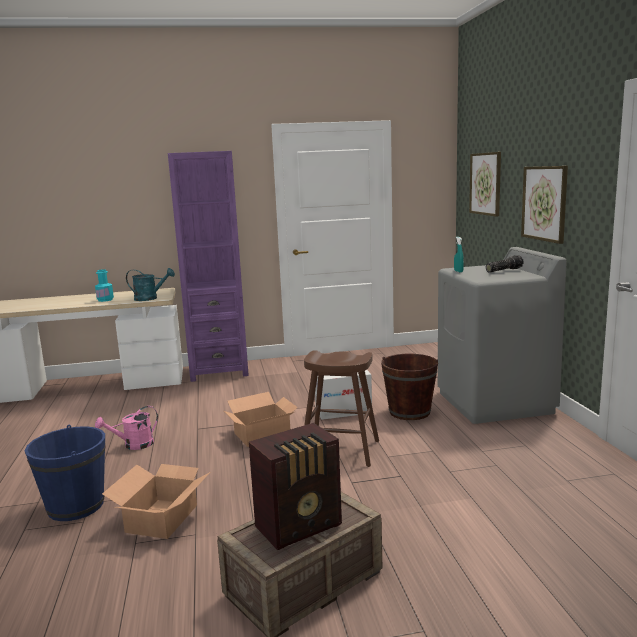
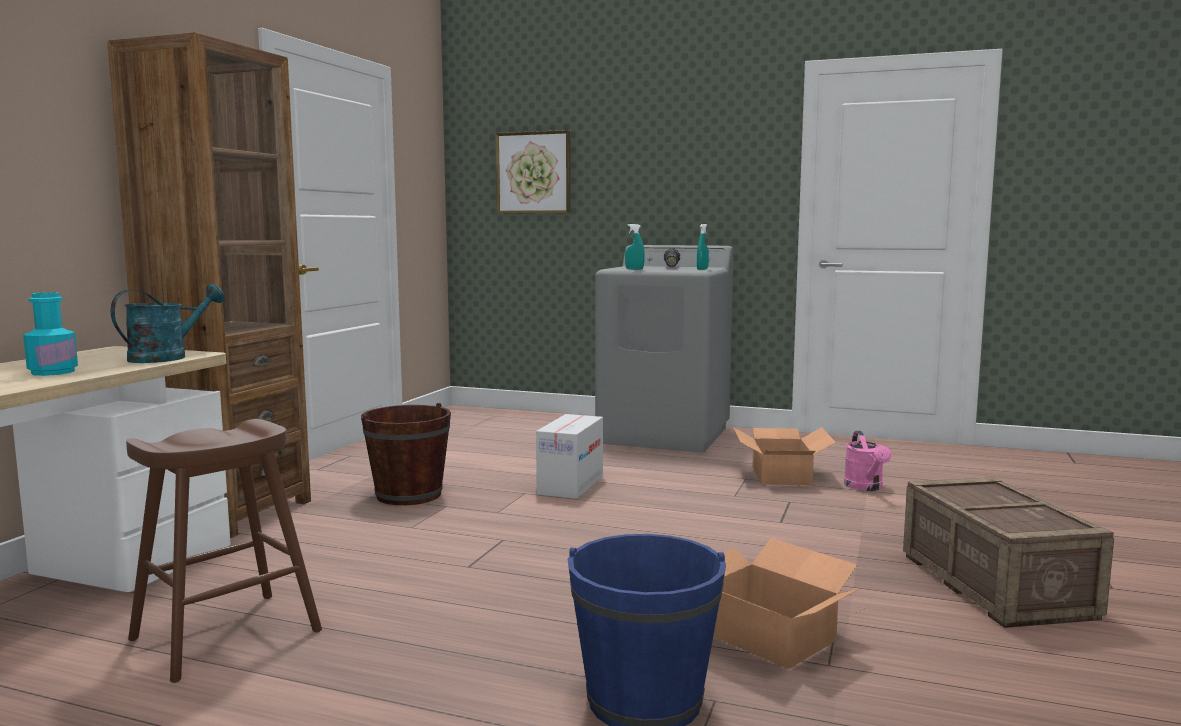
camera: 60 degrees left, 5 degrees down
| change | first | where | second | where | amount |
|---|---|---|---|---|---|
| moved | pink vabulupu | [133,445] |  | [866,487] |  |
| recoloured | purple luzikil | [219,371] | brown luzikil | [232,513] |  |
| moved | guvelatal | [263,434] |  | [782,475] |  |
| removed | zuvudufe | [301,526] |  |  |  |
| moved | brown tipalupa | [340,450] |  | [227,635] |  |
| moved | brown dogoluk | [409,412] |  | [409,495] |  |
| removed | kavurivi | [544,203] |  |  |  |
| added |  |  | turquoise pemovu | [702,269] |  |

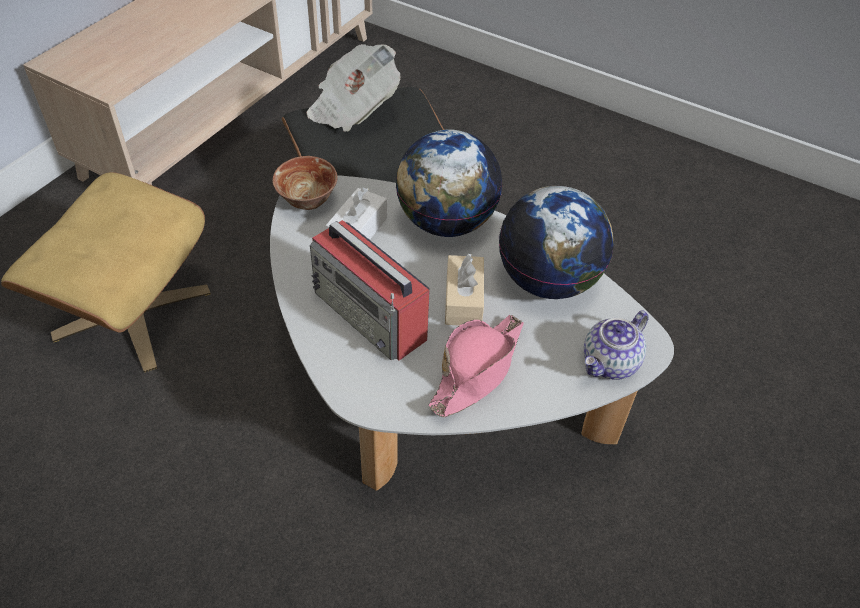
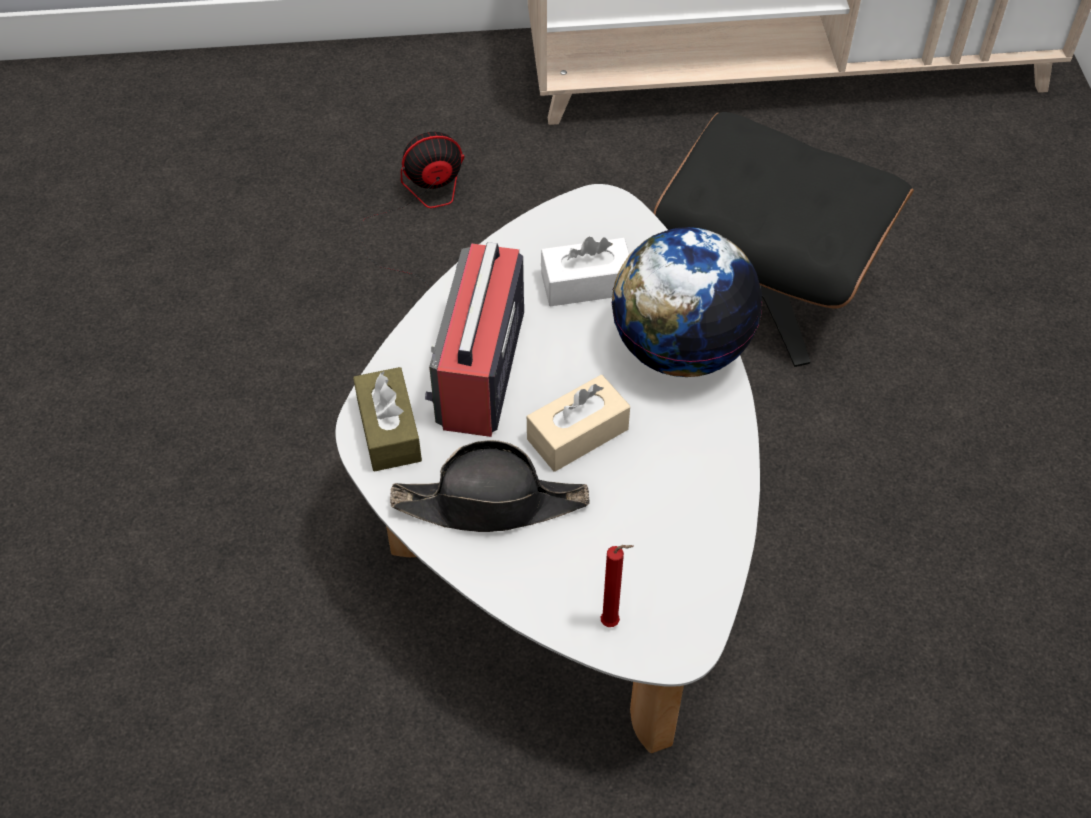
camera: 55 degrees right, 5 degrees up
| change | first | where | second | where | amount |
|---|---|---|---|---|---|
| replaced | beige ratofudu | [132,313] | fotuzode | [419,212] |  |
| removed | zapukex | [308,201] |  |  |  |
| removed | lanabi | [353,108] |  |  |  |
| recoloured | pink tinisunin | [477,369] | black tinisunin | [491,503] |  |
| removed | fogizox | [548,281] |  |  |  |
| replaced | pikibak | [610,363] | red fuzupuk | [613,623] |  |
| added |  |  | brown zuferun | [389,430] |  |

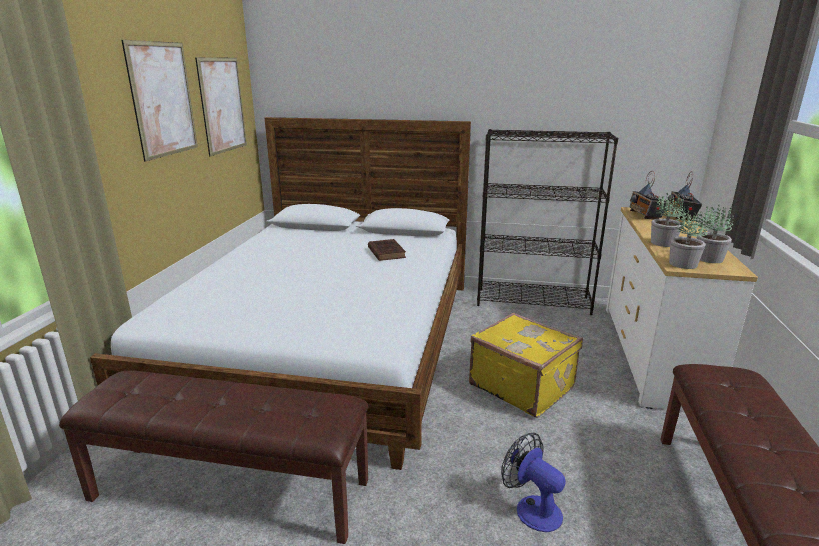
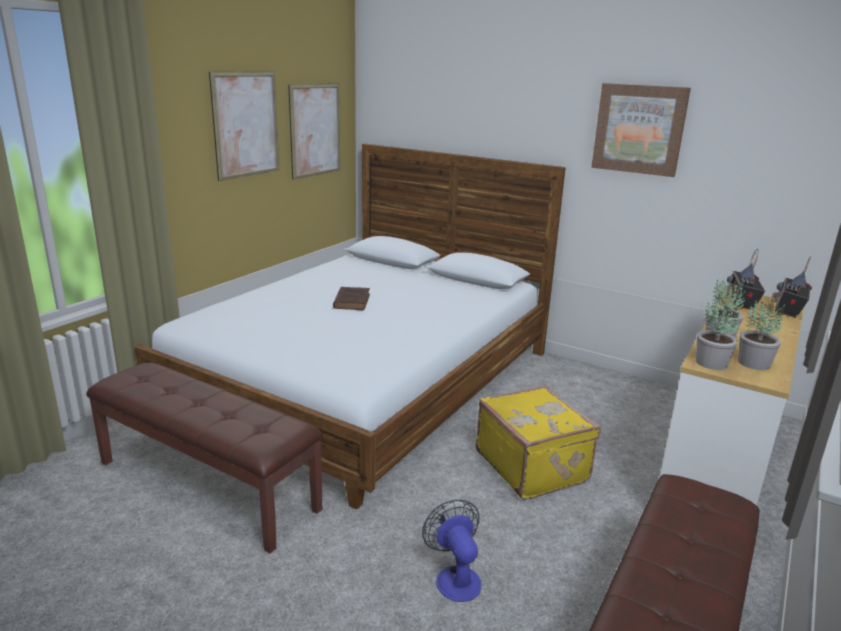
camera: 20 degrees right, 0 degrees up
| change | first | where | second | where | amount |
|---|---|---|---|---|---|
| moved | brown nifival | [386,252] |  | [352,301] |  |
| removed | black luzikil | [533,301] |  |  |  |
| added |  |  | kavurivi | [639,129] |  |

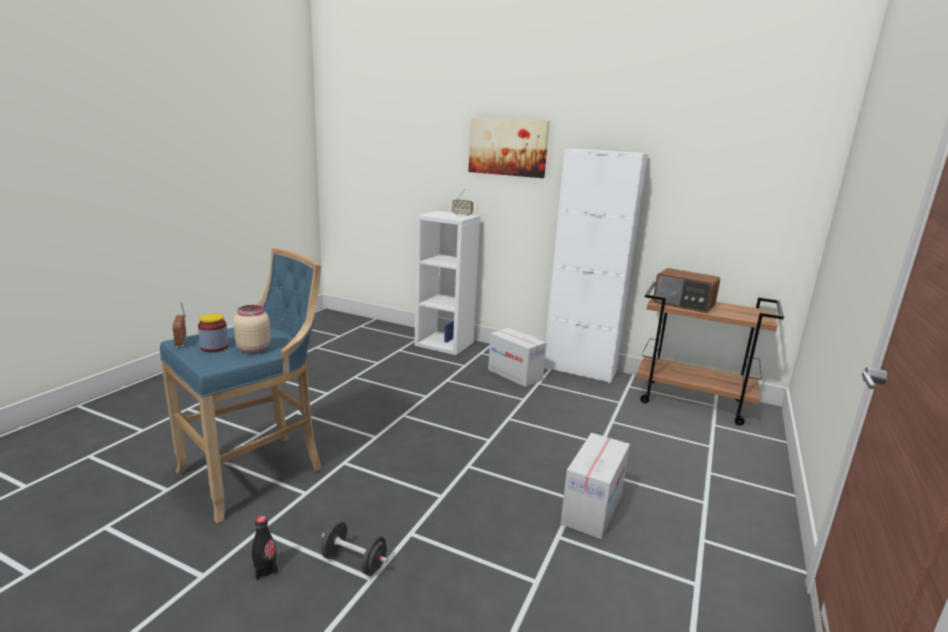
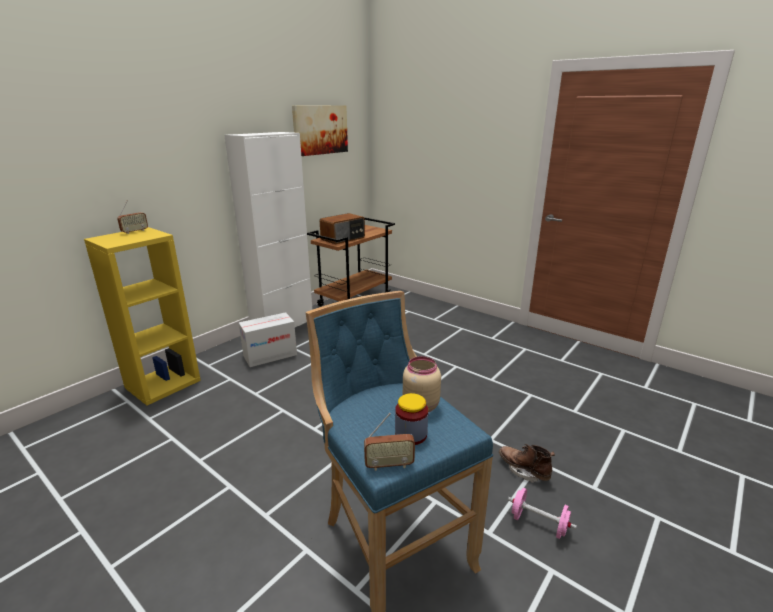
camera: 75 degrees left, 5 degrees up
| change | first | where | second | where | amount |
|---|---|---|---|---|---|
| replaced | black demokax | [265,570] | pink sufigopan | [538,524] |  |
| replaced | black sufigopan | [354,562] | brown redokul | [523,470] |  |
| recoloured | white luzikil | [445,344] | yellow luzikil | [163,383] |  |
| moved | kavurivi | [508,147] |  | [320,130] |  |
| removed | guvelatal | [592,509] |  |  |  |

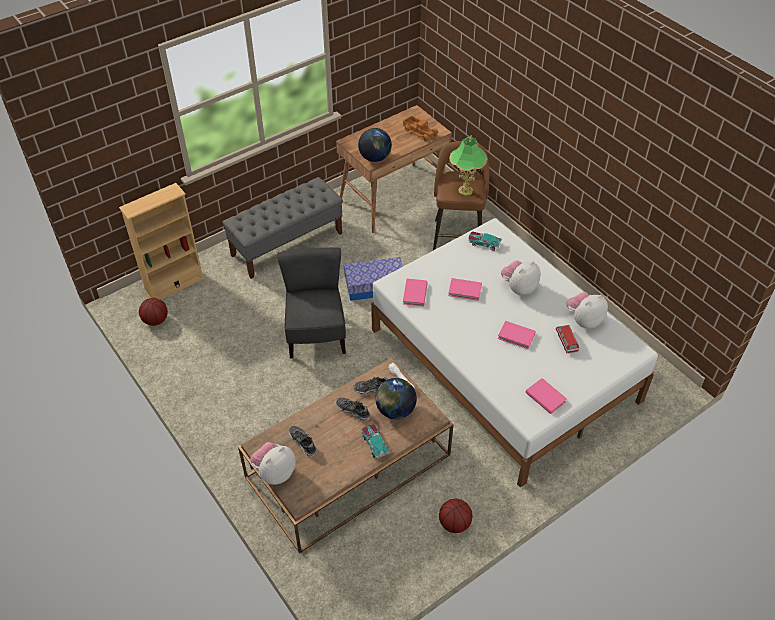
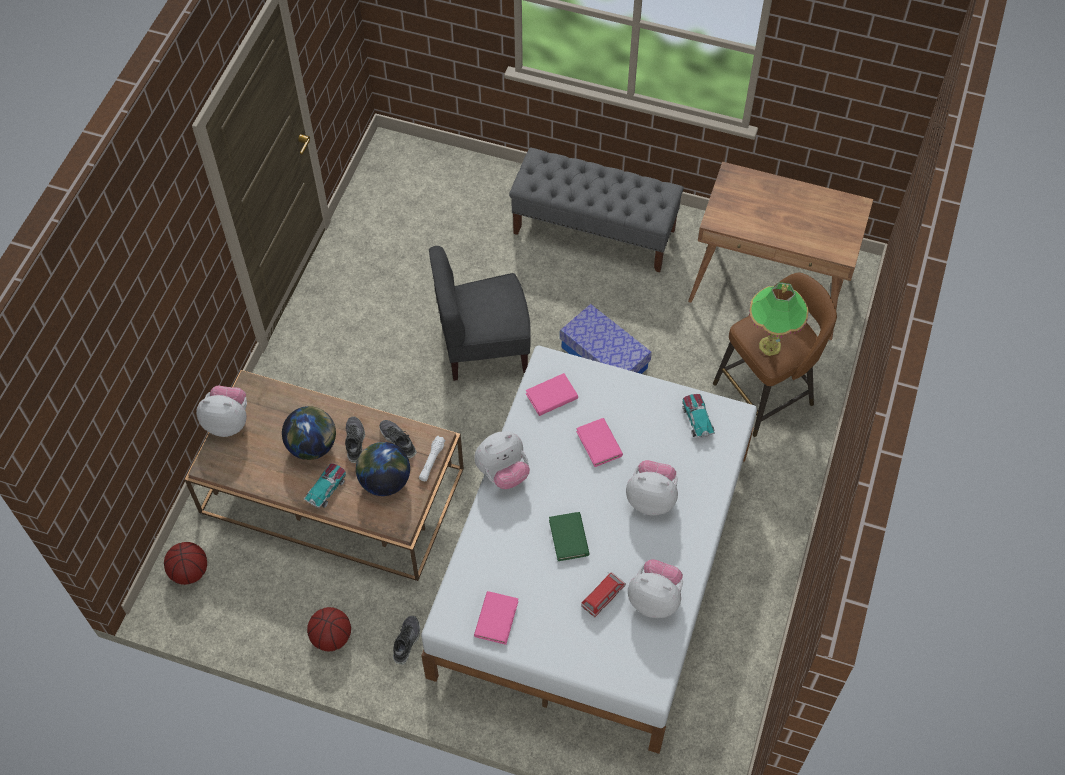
camera: 55 degrees right, 10 degrees up
| change | first | where | second | where | amount |
|---|---|---|---|---|---|
| removed | beige luzikil | [174,285] |  |  |  |
| moved | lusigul | [156,320] |  | [189,572] |  |
| turned | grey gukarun | [316,335] |  | [483,348] | 150 degrees counterclockwise |
| moved | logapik | [302,443] |  | [406,641] |  |
| moved | fogizox | [375,157] |  | [312,445] |  |
| removed | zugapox | [420,132] |  |  |  |
| recoloured | pink nifival | [516,336] | green nifival | [569,538] |  |
| added |  |  | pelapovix | [503,472] |  |

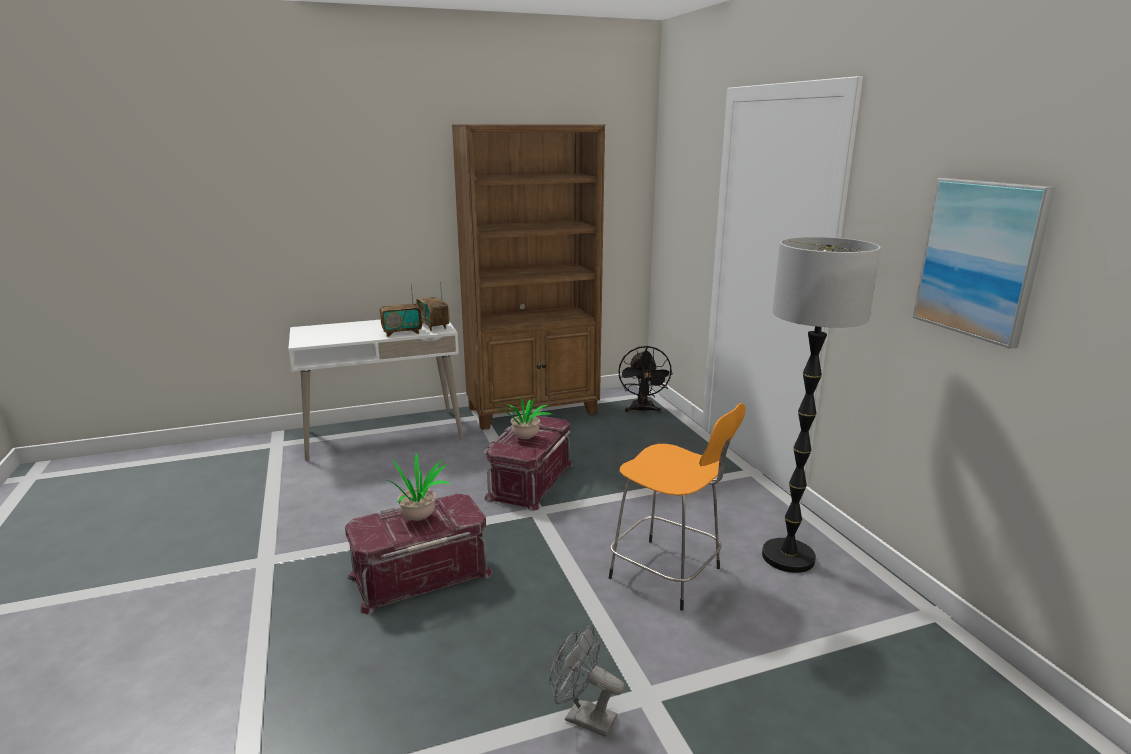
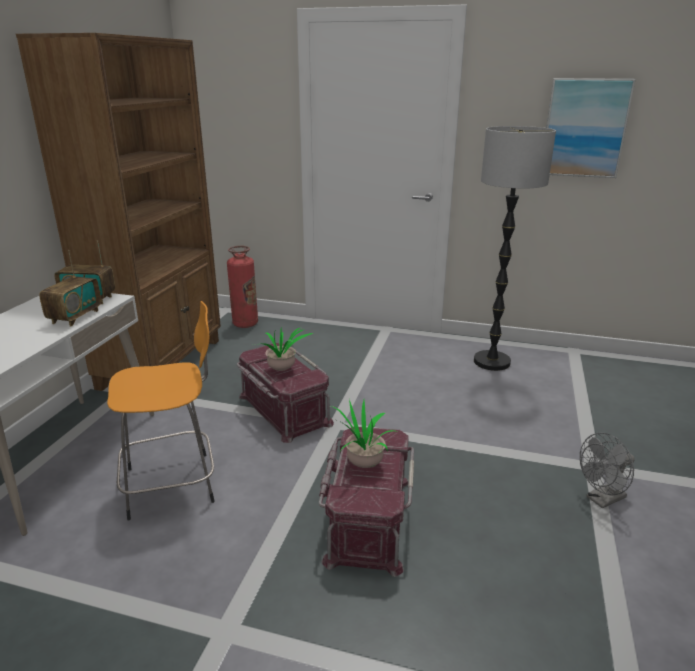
camera: 55 degrees left, 5 degrees up
| change | first | where | second | where | amount |
|---|---|---|---|---|---|
| moved | orange tipalupa | [668,575] |  | [174,484] |  |
| replaced | black fotuzode | [642,410] | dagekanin | [245,324] |  |

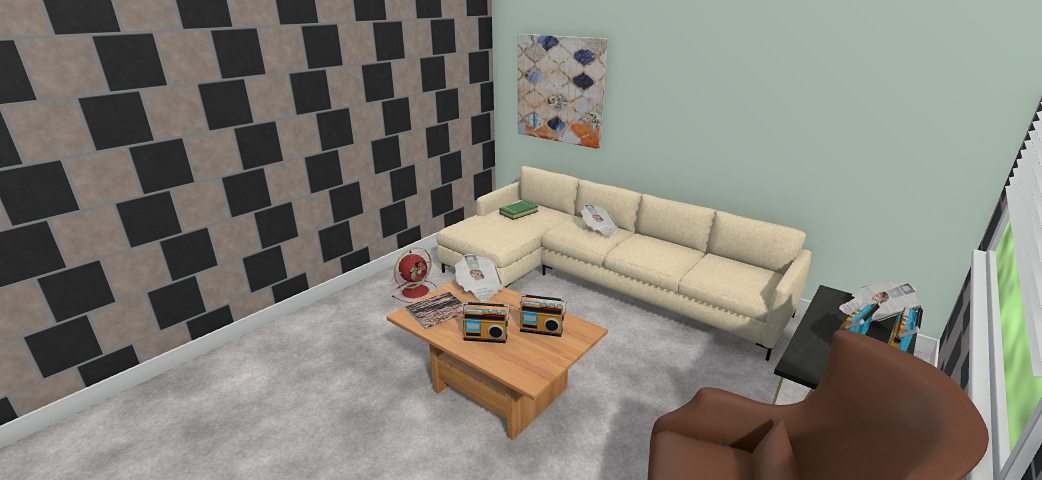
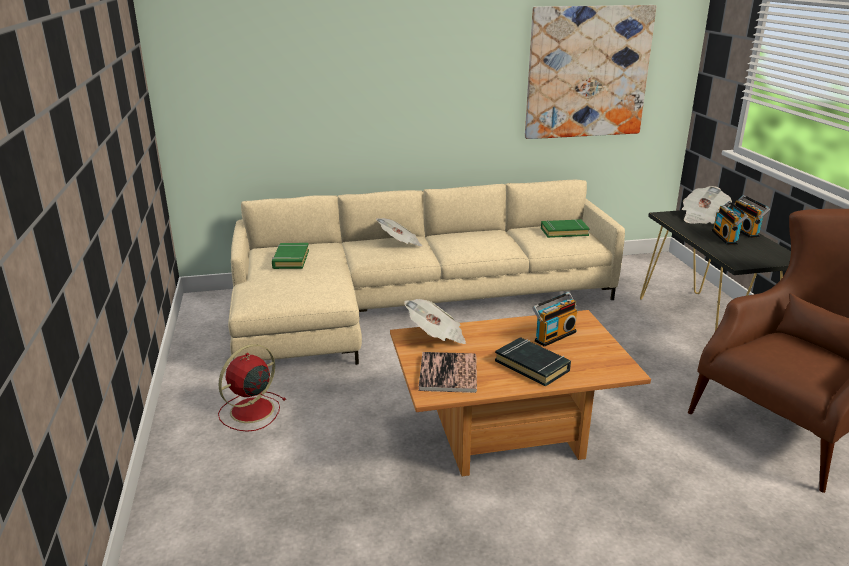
camera: 50 degrees left, 0 degrees up
| change | first | where | second | where | amount |
|---|---|---|---|---|---|
| turned | red fotuzode | [416,291] |  | [250,411] | 135 degrees counterclockwise |
| replaced | zuvudufe | [486,337] | black nifival | [532,365] |  |
| moved | kavurivi | [559,90] |  | [587,72] |  |
| added |  |  | green nifival | [564,232] |  |

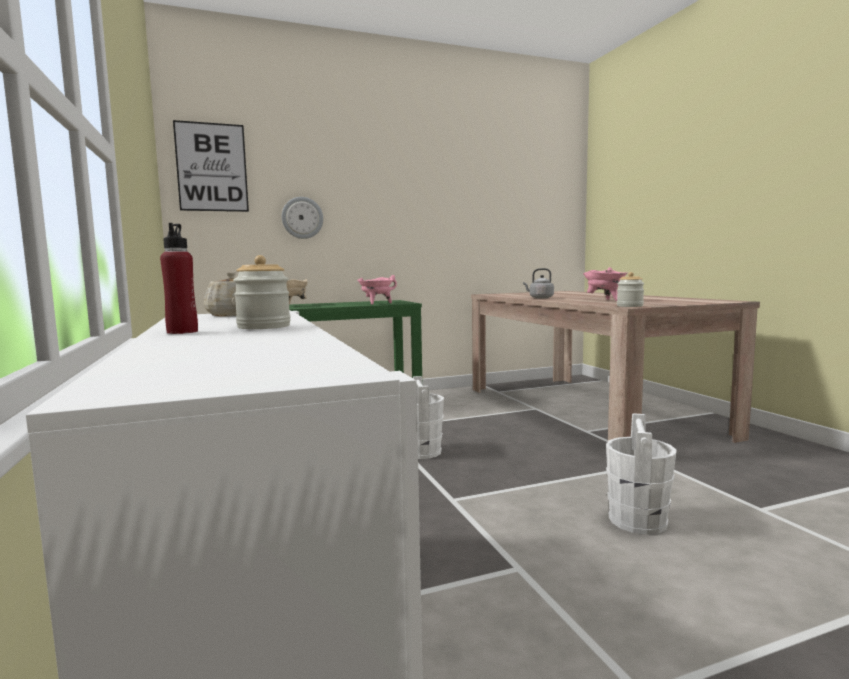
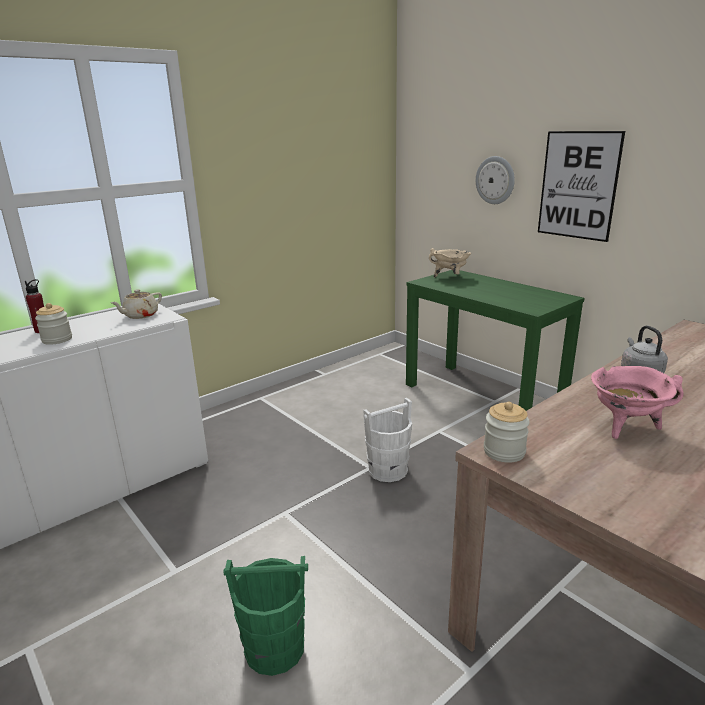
camera: 70 degrees right, 15 degrees up
| change | first | where | second | where | amount |
|---|---|---|---|---|---|
| moved | kavurivi | [212,167] |  | [578,185] |  |
| removed | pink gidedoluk | [376,303] |  |  |  |
| recoloured | white dogoluk | [637,520] | green dogoluk | [275,648] |  |

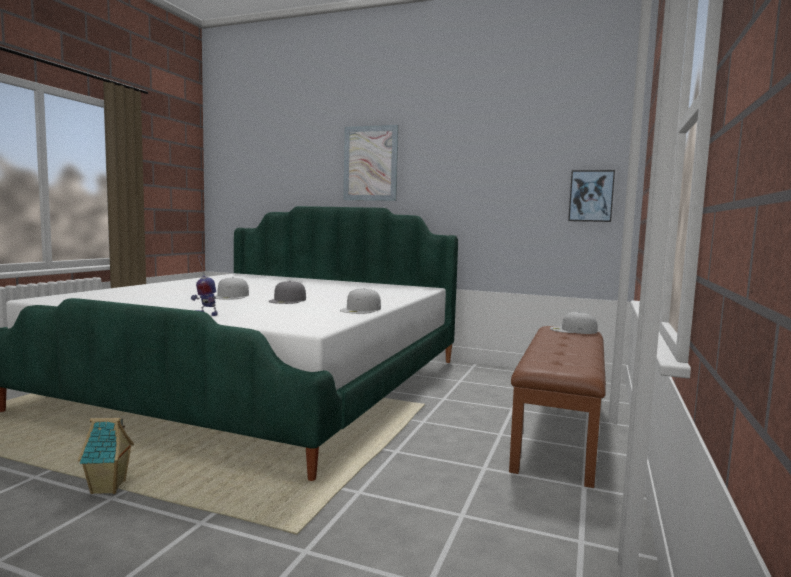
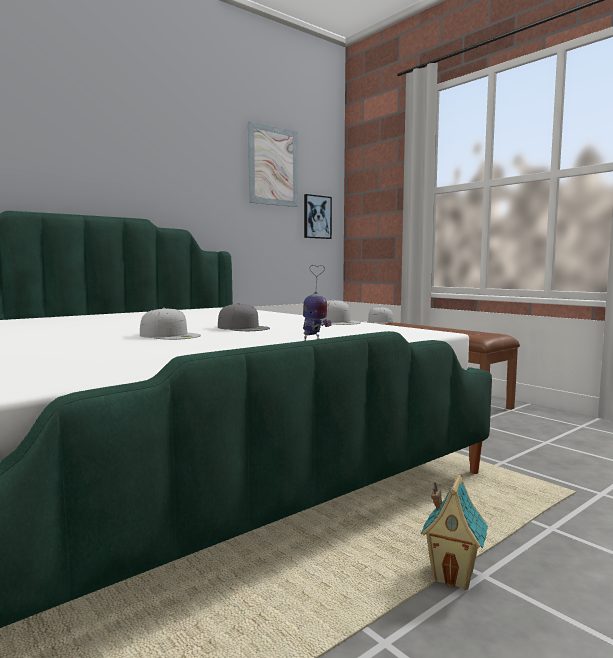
camera: 60 degrees left, 0 degrees up
| change | first | where | second | where | amount |
|---|---|---|---|---|---|
| moved | kavurivi | [370,163] |  | [273,166] |  |

